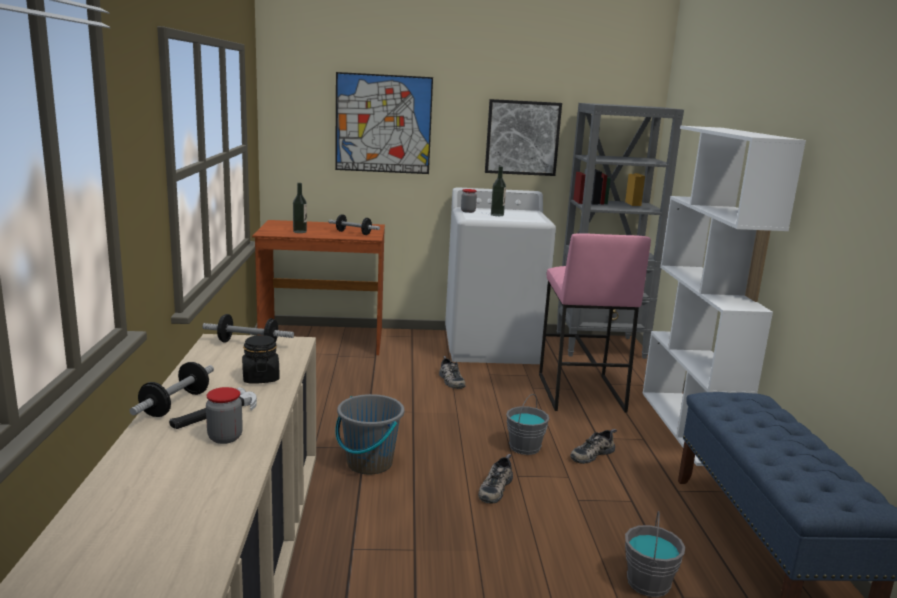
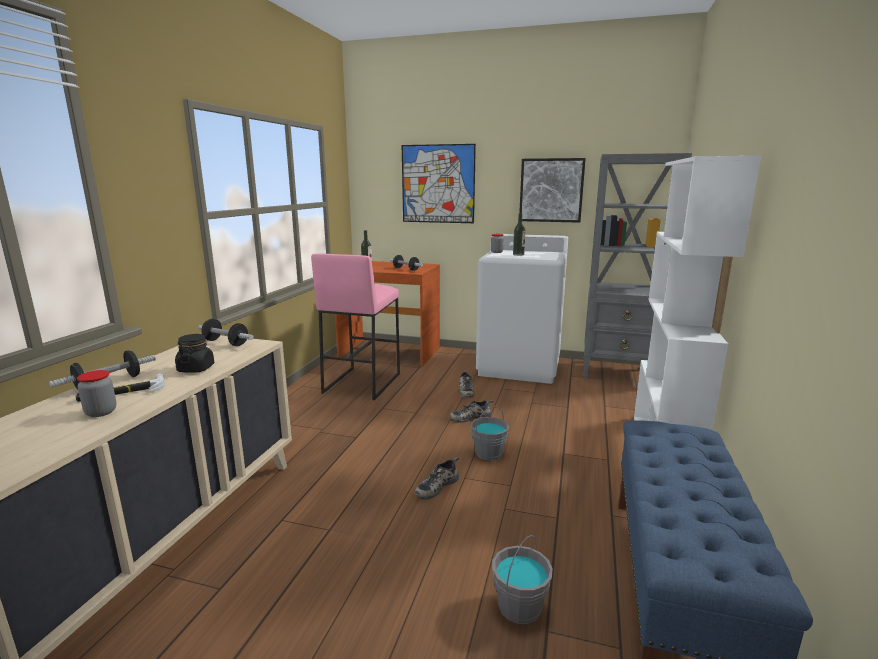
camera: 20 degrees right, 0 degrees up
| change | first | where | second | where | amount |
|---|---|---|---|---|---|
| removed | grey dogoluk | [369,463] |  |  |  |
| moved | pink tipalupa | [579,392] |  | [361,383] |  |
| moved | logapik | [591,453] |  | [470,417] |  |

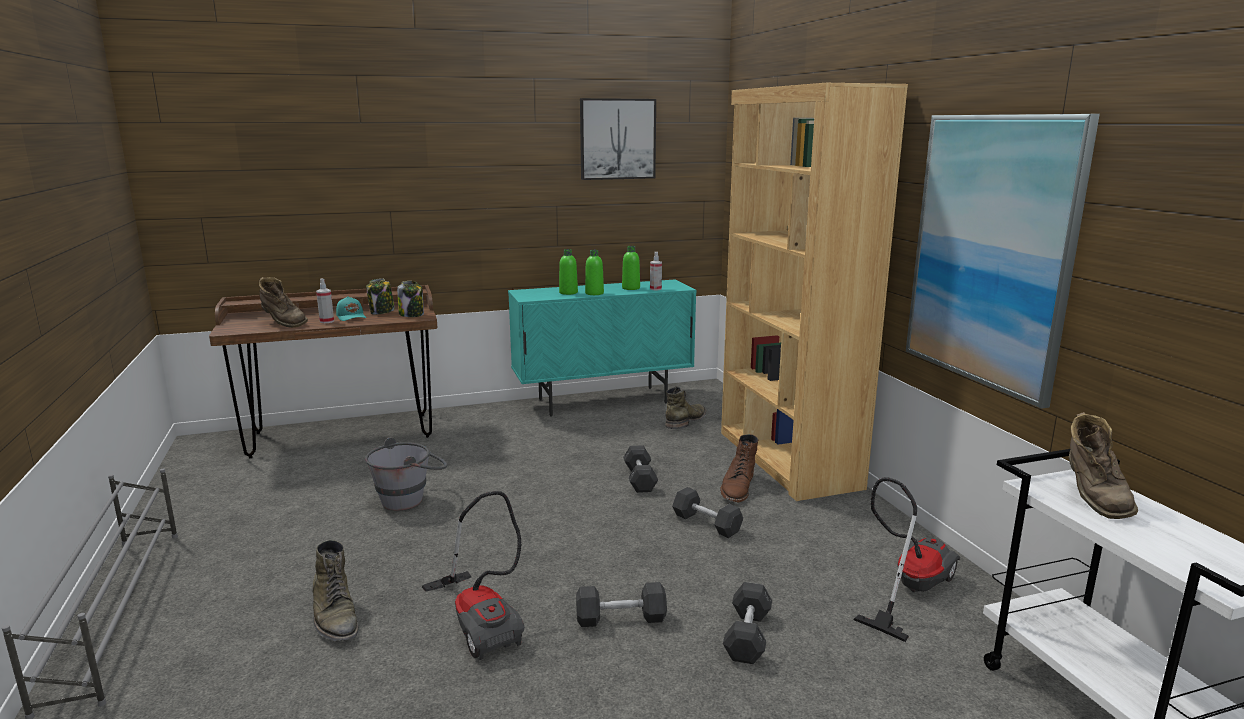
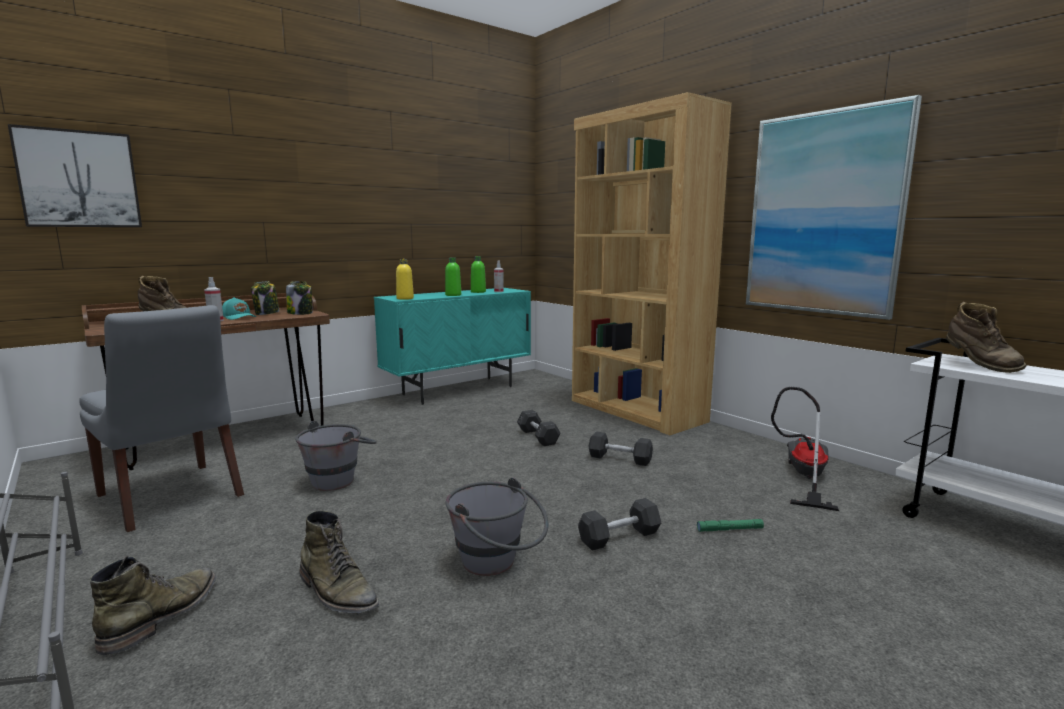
camera: 20 degrees left, 5 degrees down
| change | first | where | second | where | amount |
|---|---|---|---|---|---|
| replaced | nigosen | [482,621] | grey dogoluk | [497,564] |  |
| removed | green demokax | [568,293] |  |  |  |
| moved | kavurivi | [617,139] |  | [79,179] |  |
| moved | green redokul | [686,421] |  | [163,615] |  |
| removed | brown redokul | [738,487] |  |  |  |
| replaced | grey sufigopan | [747,635] | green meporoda | [729,529] |  |
| added |  |  | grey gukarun | [172,497] |  |
| added |  |  | yellow demokax | [405,298] |  |

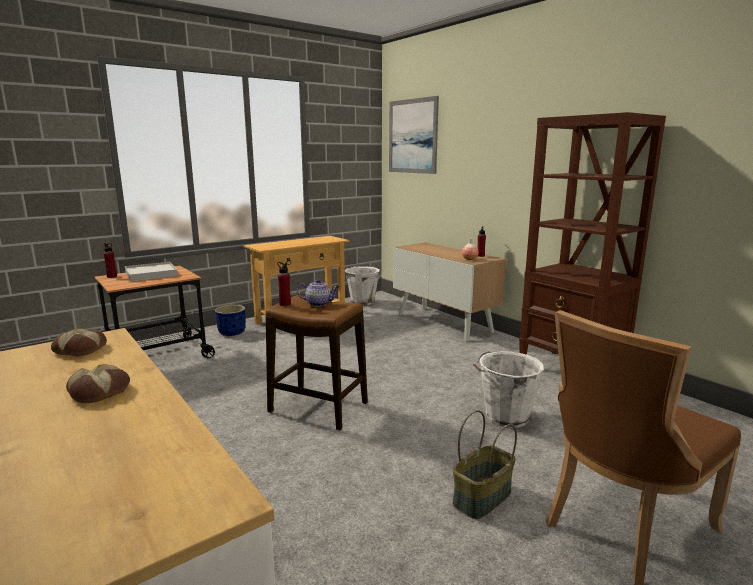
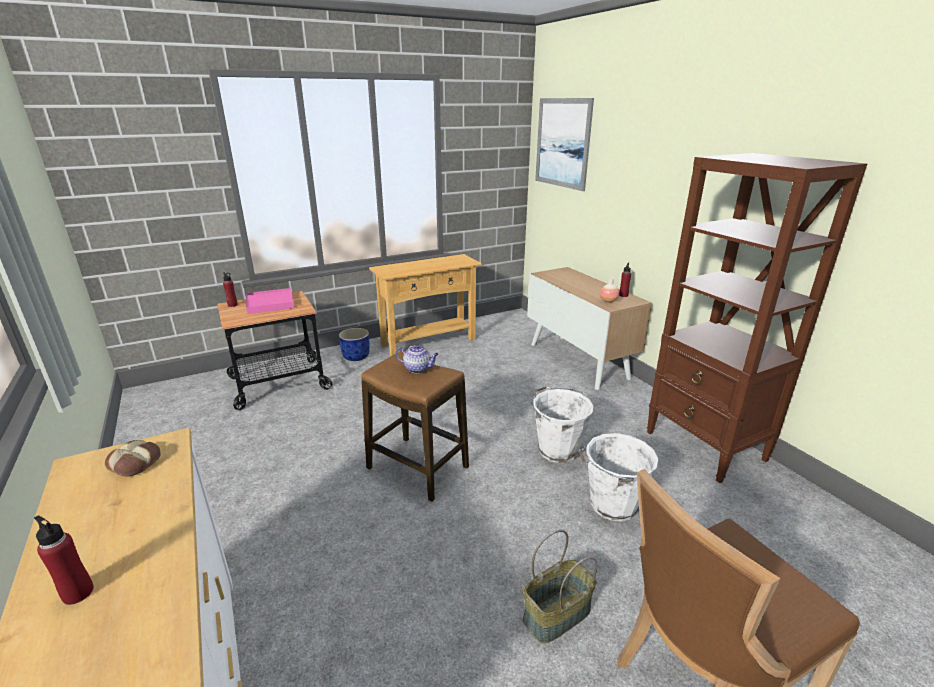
camera: 10 degrees right, 10 degrees up
| change | first | where | second | where | amount |
|---|---|---|---|---|---|
| removed | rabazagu | [100,391] |  |  |  |
| recoloured | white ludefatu | [151,274] | pink ludefatu | [270,303] |  |
| moved | red demokax | [285,304] |  | [78,593] |  |
| moved | white dogoluk | [361,302] |  | [557,449] |  |

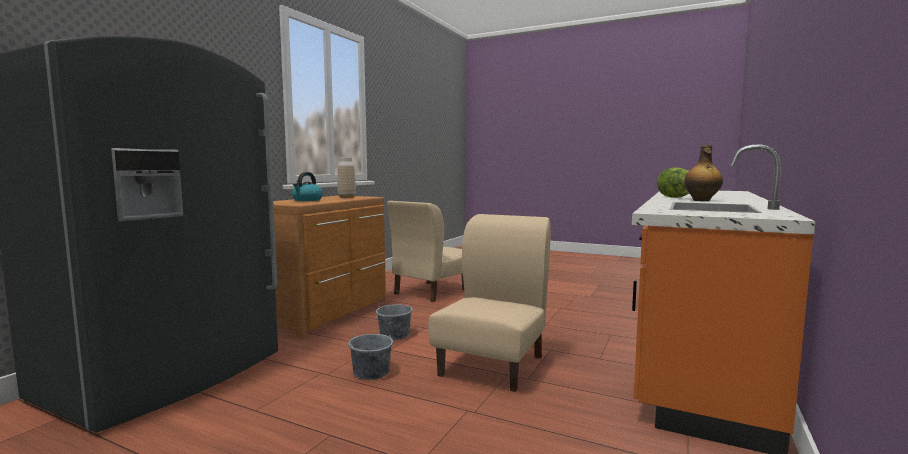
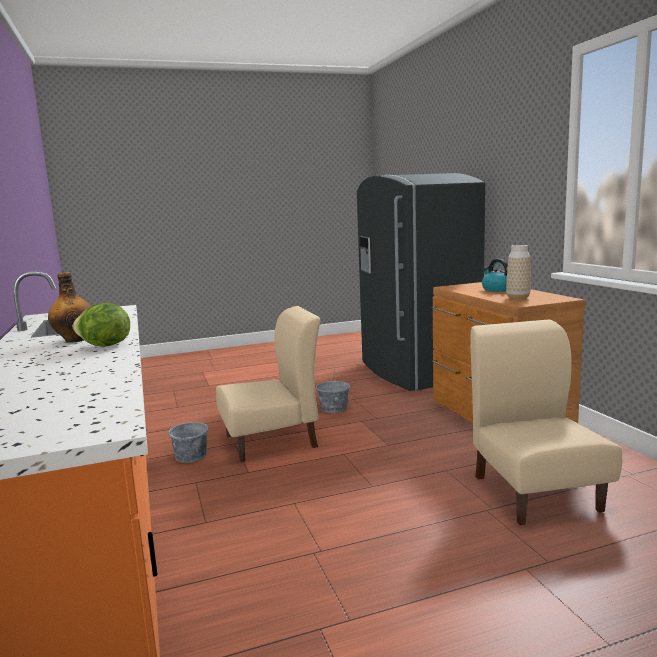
camera: 135 degrees right, 5 degrees up
| change | first | where | second | where | amount |
|---|---|---|---|---|---|
| moved | grey dogoluk | [394,335] |  | [191,456] |  |
| turned | beige gukarun | [493,365] |  | [271,441] | 90 degrees counterclockwise |

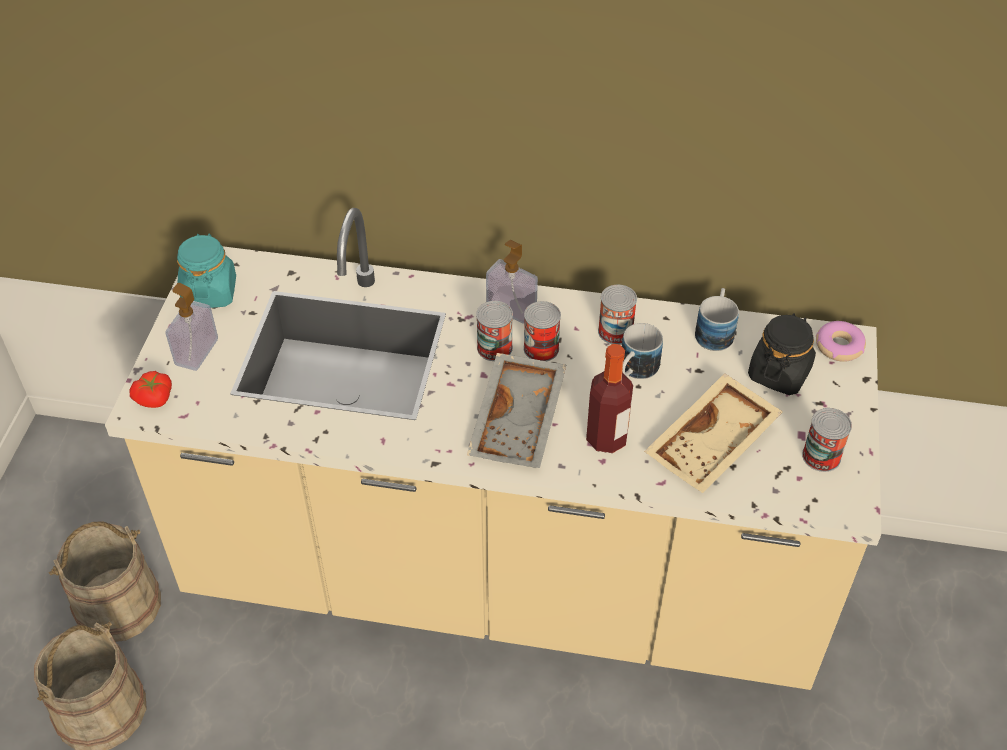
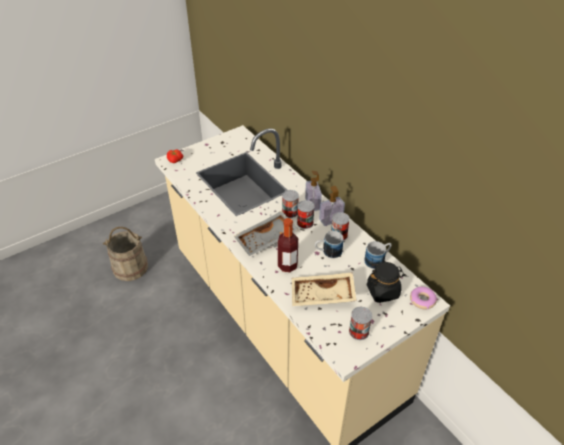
camera: 45 degrees right, 5 degrees down
| change | first | where | second | where | amount |
|---|---|---|---|---|---|
| removed | beige dogoluk | [118,604] |  |  |  |
| moved | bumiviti | [197,352] |  | [331,219] |  |
| removed | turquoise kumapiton | [210,292] |  |  |  |

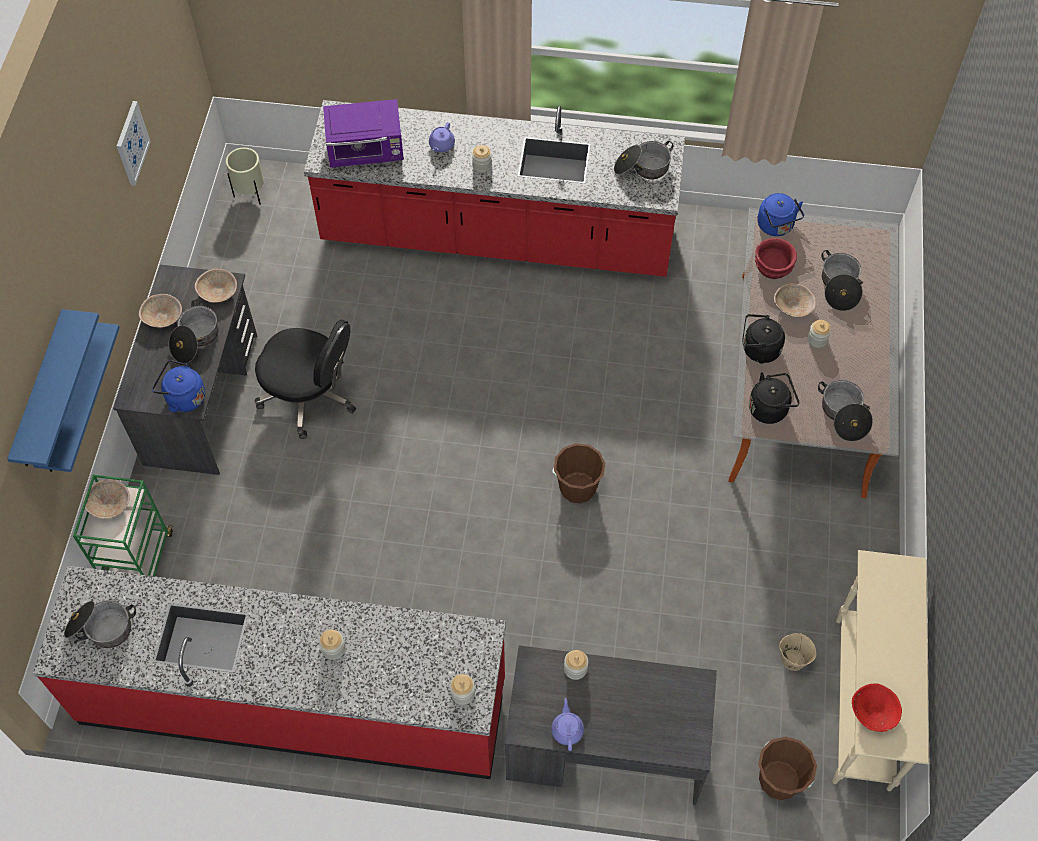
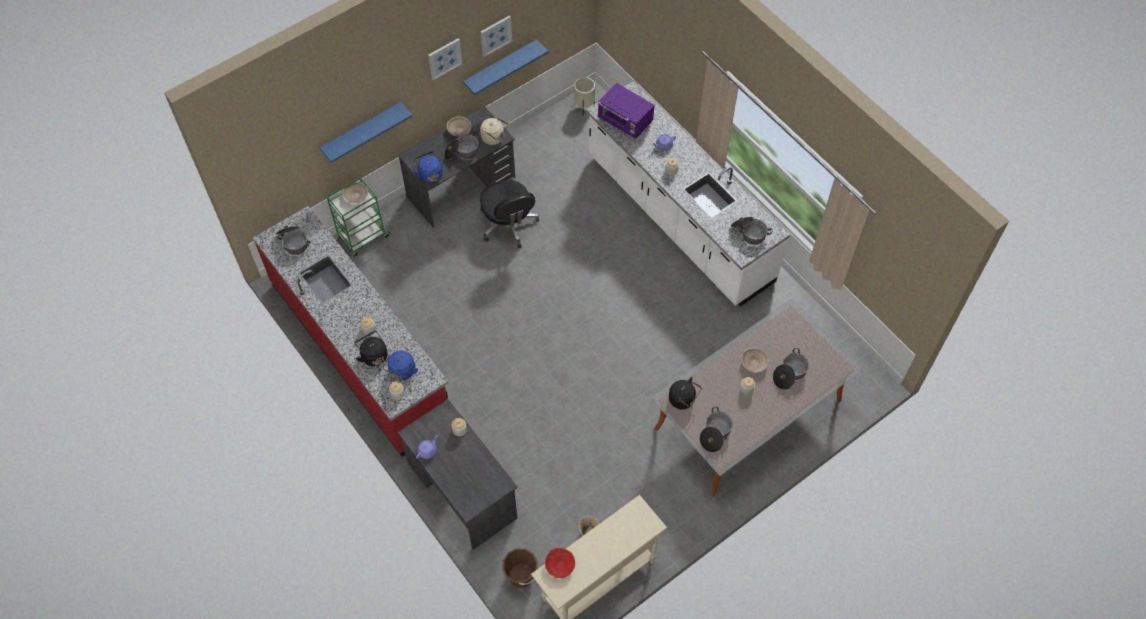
camera: 45 degrees right, 0 degrees up
| change | first | where | second | where | amount |
|---|---|---|---|---|---|
| moved | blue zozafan | [41,393] |  | [500,67] |  |
| replaced | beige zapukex | [218,292] | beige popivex | [494,138] |  |
| recoloured | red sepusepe | [497,236] | white sepusepe | [678,219] |  |
| removed | brown dogoluk | [577,487] |  |  |  |
| moved | black popivex | [758,350] |  | [373,355] |  |
| removed | red zapukex | [773,268] |  |  |  |
| moved | blue popivex | [776,226] |  | [402,372] |  |
| added |  |  | kavurivi | [444,58] |  |

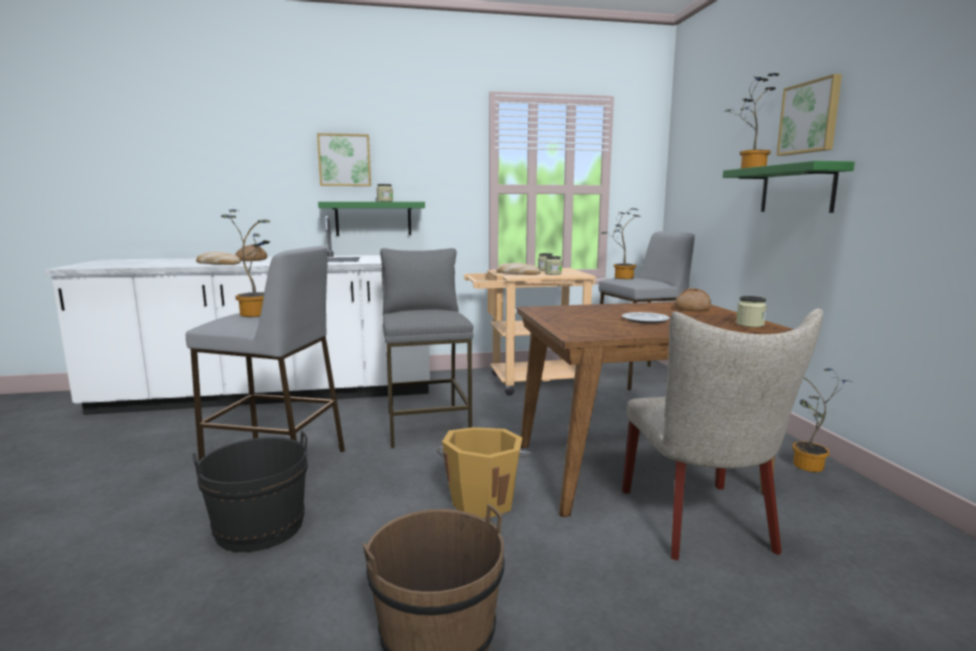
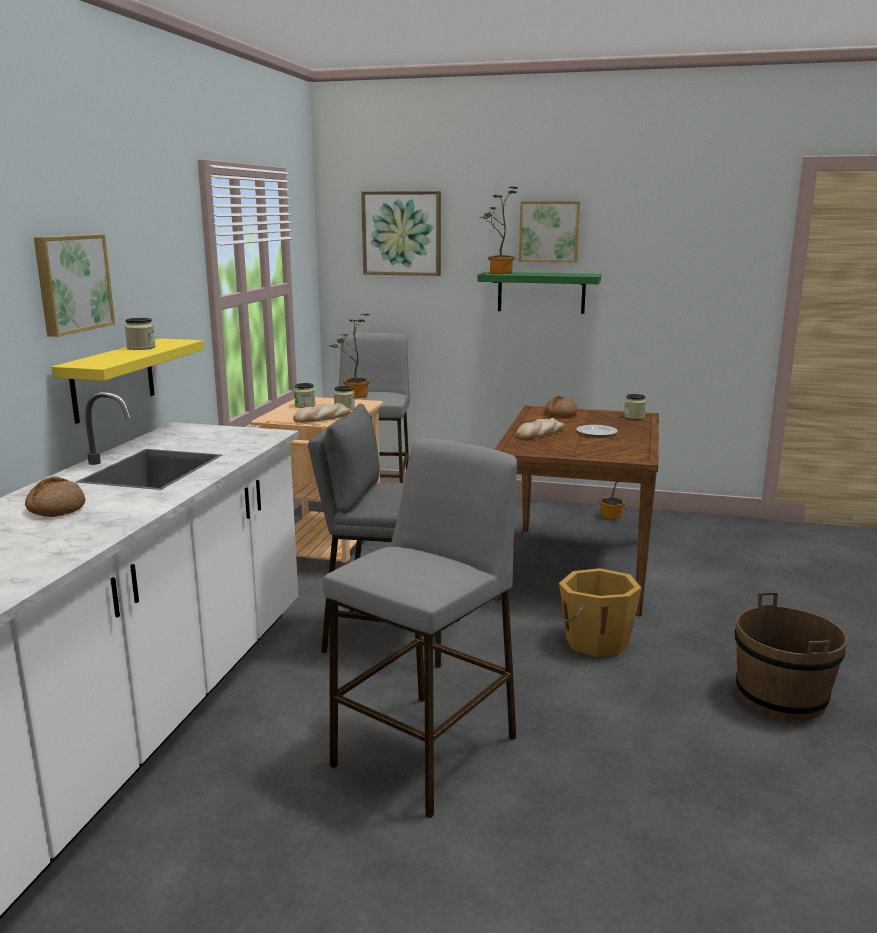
camera: 65 degrees left, 5 degrees up
| change | first | where | second | where | amount |
|---|---|---|---|---|---|
| removed | black dogoluk | [260,528] |  |  |  |
| moved | rabazagu | [217,263] |  | [540,433] |  |
| removed | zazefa | [257,313] |  |  |  |
| recoloured | green zozafan | [373,218] | yellow zozafan | [113,379] |  |
| removed | beige gukarun | [702,525] |  |  |  |
| added |  |  | kavurivi | [402,233] |  |

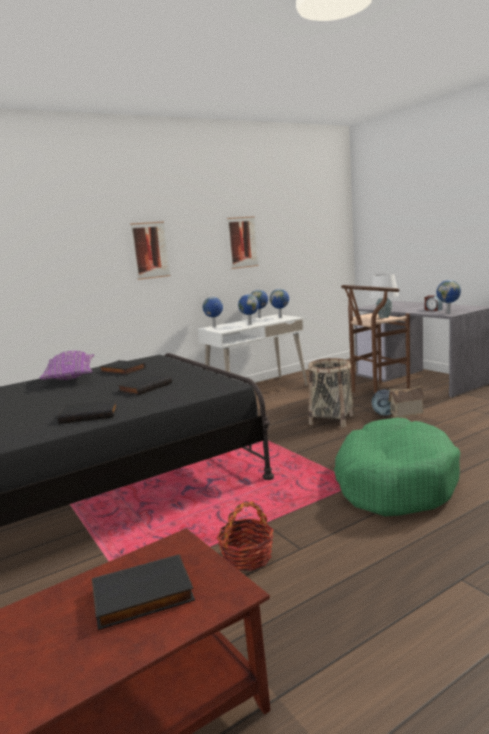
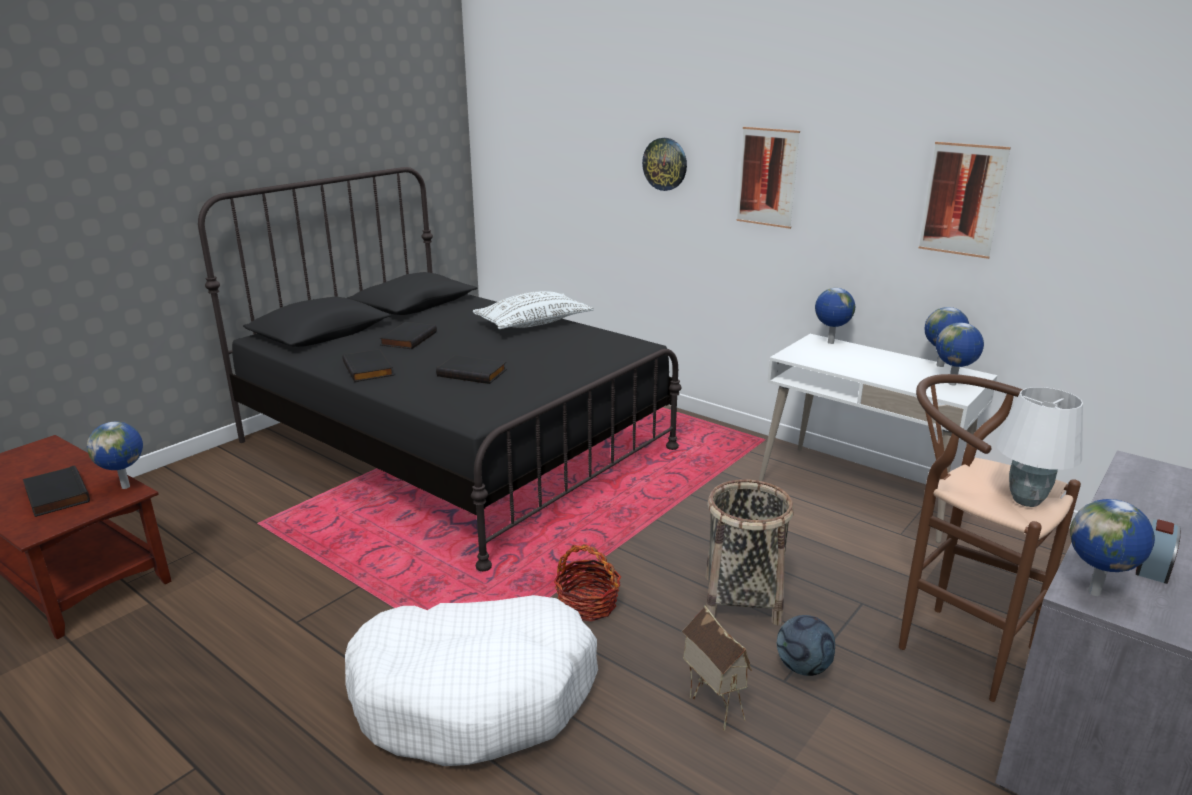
camera: 70 degrees right, 10 degrees up
| change | first | where | second | where | amount |
|---|---|---|---|---|---|
| recoloured | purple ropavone | [71,376] | white ropavone | [533,324] |  |
| moved | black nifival | [121,370] |  | [408,338] |  |
| moved | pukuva | [247,557] |  | [587,604] |  |
| moved | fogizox | [250,324] |  | [127,486] |  |
| recoloured | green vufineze | [394,482] | white vufineze | [475,694] |  |
| added |  |  | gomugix | [665,164] |  |

